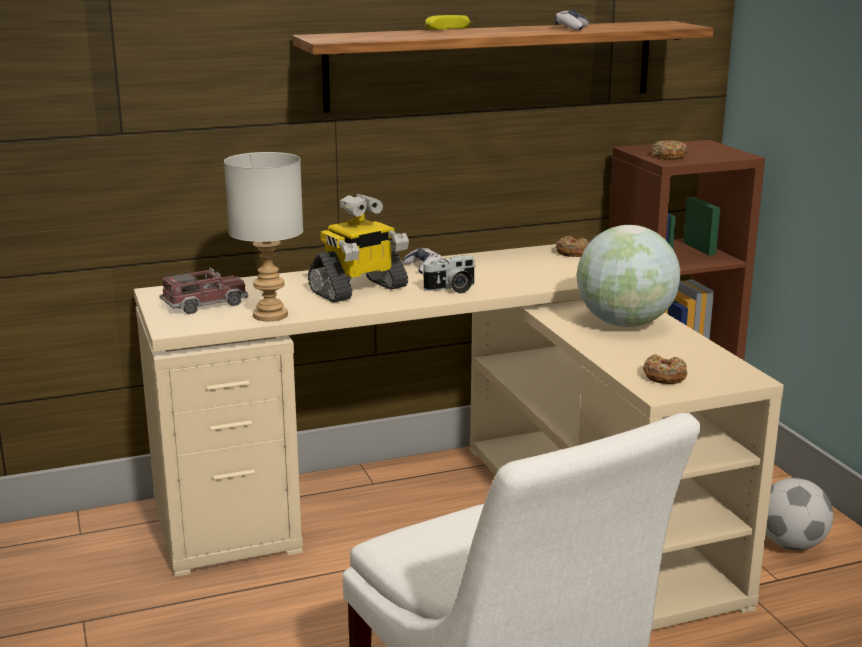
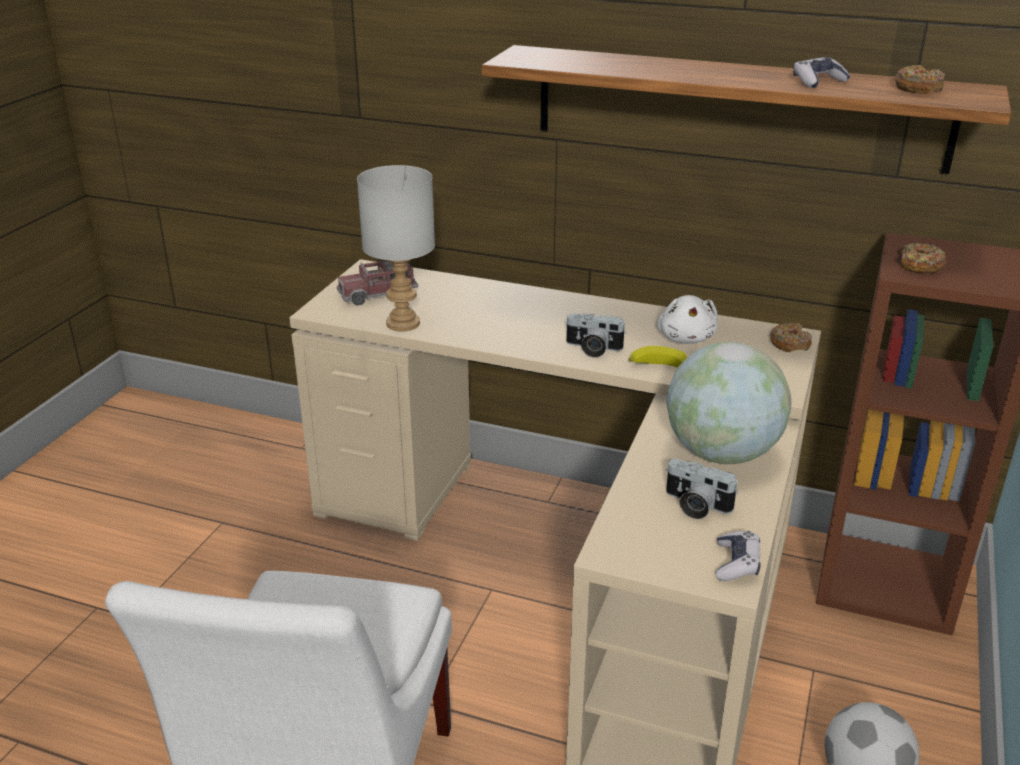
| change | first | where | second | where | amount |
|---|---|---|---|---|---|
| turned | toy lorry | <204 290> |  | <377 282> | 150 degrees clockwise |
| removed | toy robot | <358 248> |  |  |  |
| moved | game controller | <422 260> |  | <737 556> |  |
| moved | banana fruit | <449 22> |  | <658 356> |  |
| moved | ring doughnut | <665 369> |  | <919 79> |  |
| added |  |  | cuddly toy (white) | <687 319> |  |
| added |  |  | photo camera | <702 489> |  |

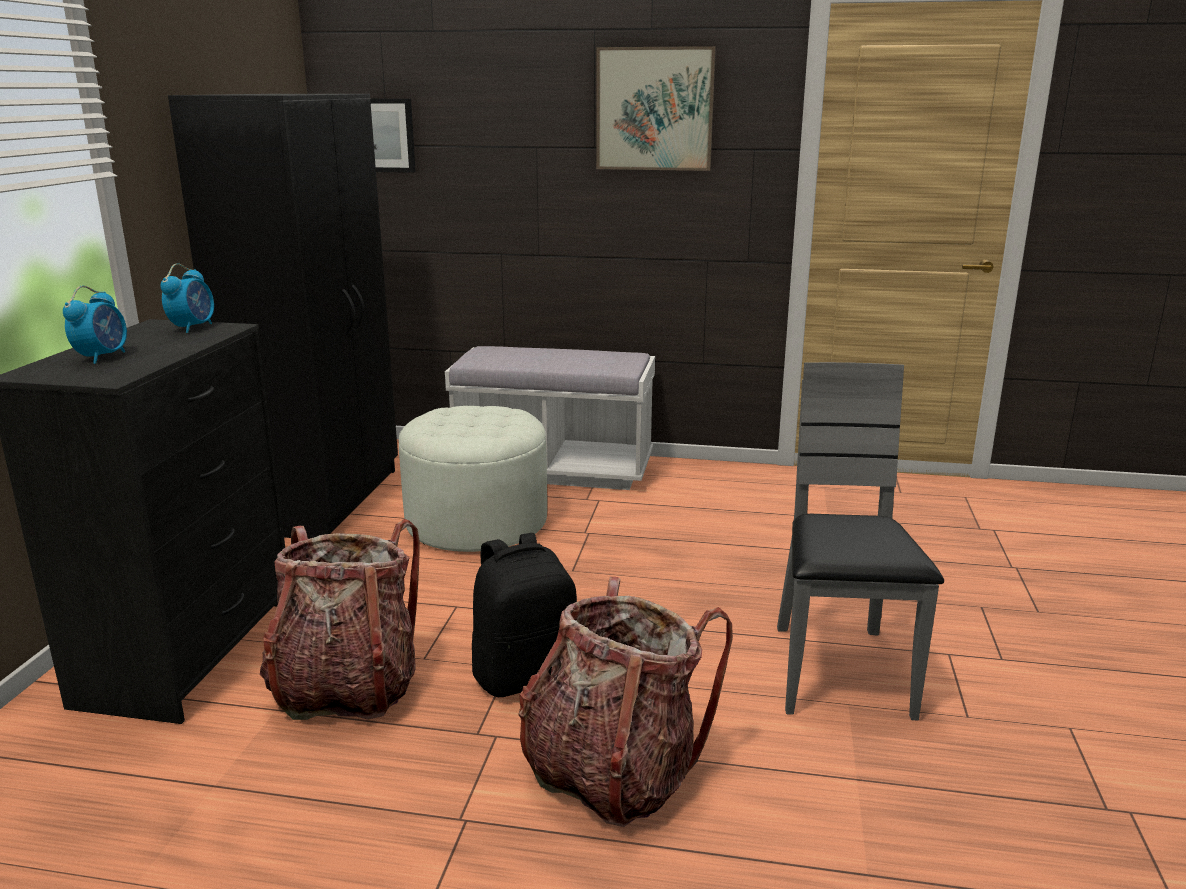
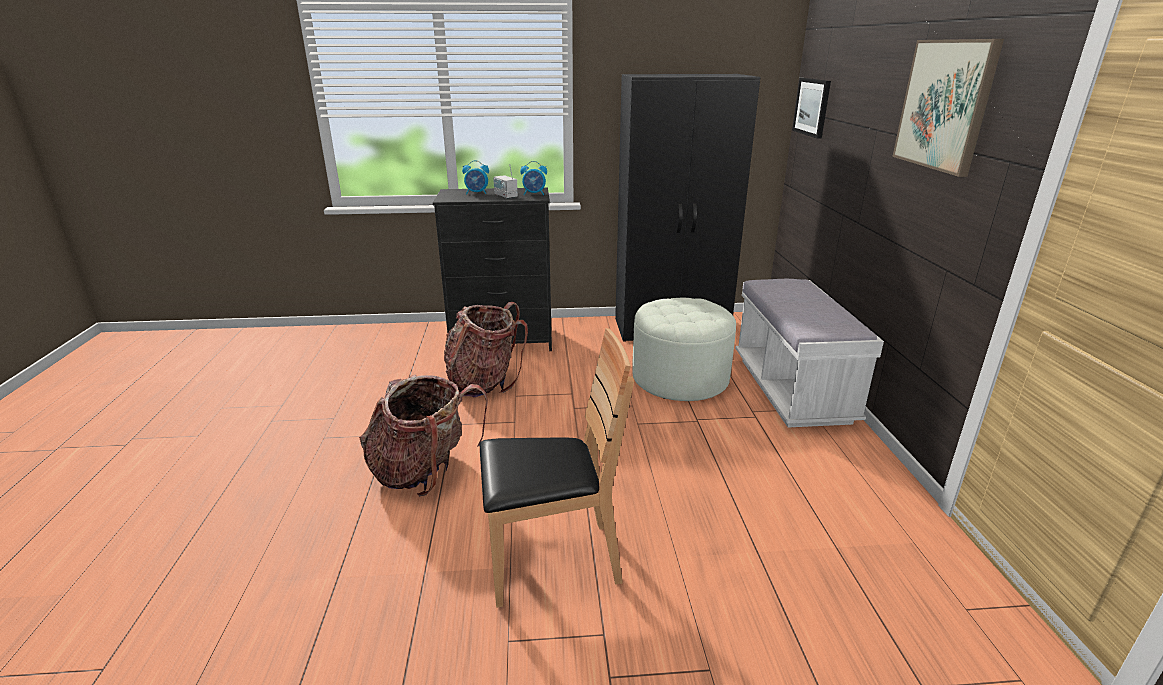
| change | first | where | second | where | amount |
|---|---|---|---|---|---|
| removed | rucksack (black-coloured) | <524 615> |  |  |  |
| recoloured | chair (grey) | <860 541> | chair (brown-coloured) | <557 467> |  |
| added |  |  | radio set | <505 181> |  |

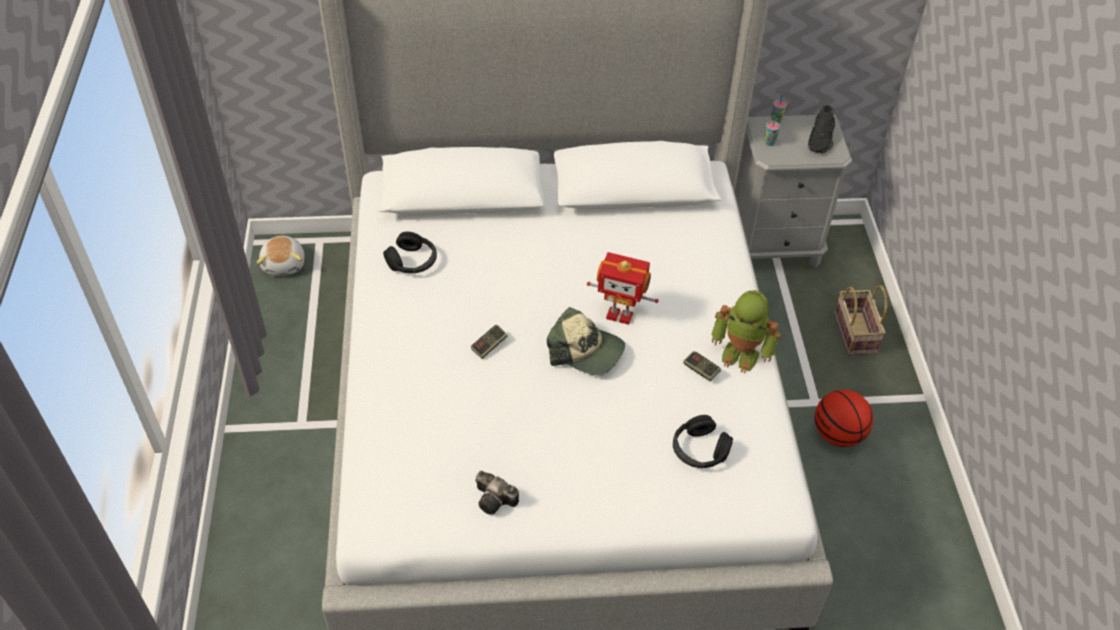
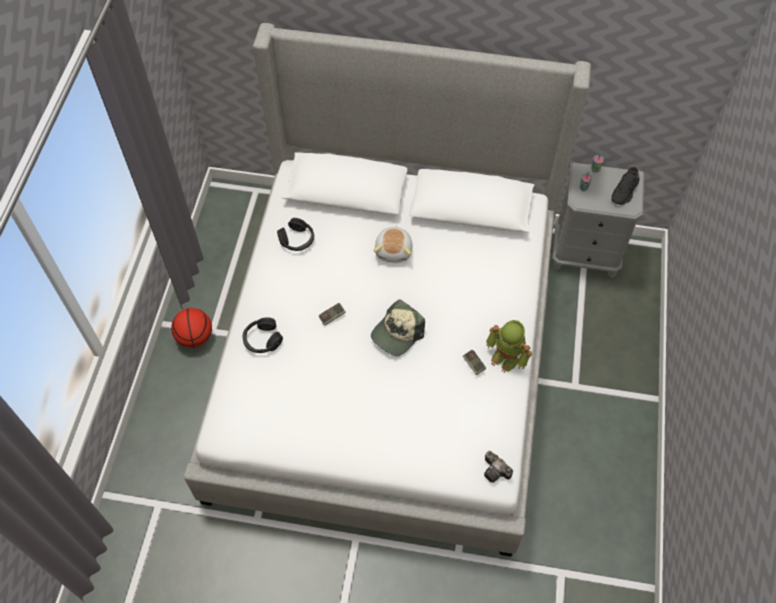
| change | first | where | second | where | amount |
|---|---|---|---|---|---|
| moved | cuddly toy | <281 256> |  | <392 244> |  |
| moved | photo camera | <497 493> |  | <498 467> |  |
| turned | baseball cap | <586 341> |  | <398 327> | 90 degrees clockwise |
| removed | toy robot | <623 288> |  |  |  |
| moved | headphones (black-coloured) | <703 441> |  | <262 335> |  |
| moved | basketball ball | <844 418> |  | <191 328> |  |
| removed | basket | <860 320> |  |  |  |

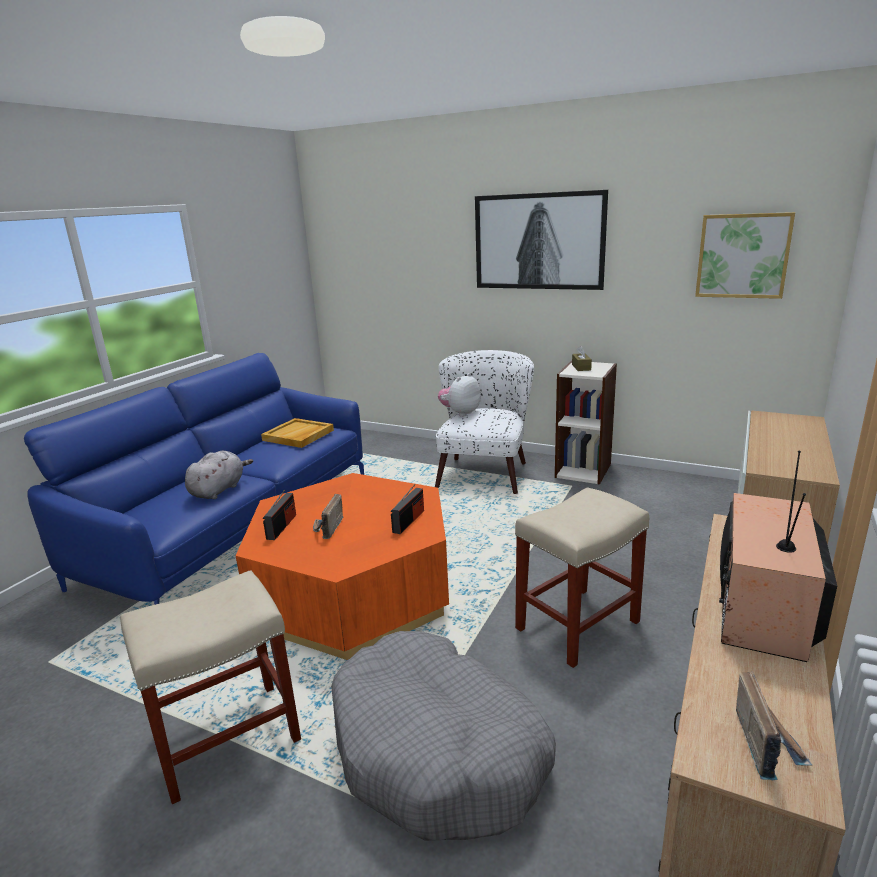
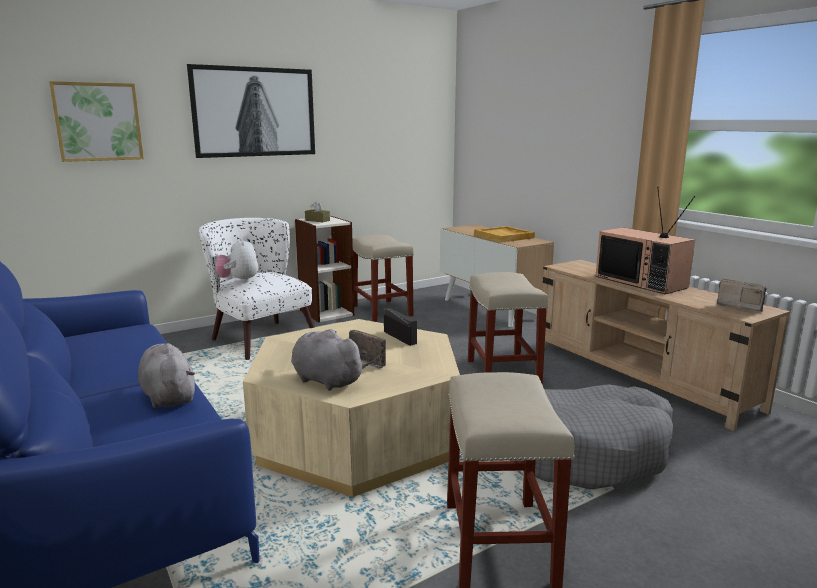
| change | first | where | second | where | amount |
|---|---|---|---|---|---|
| recoloured | low table (orangey) | <342 566> | low table (beige-coloured) | <351 408> |  |
| moved | tray (beige-coloured) | <297 433> |  | <504 234> |  |
| replaced | radio set | <279 515> | cuddly toy (grey) | <329 360> |  |
| moved | wall art | <745 255> |  | <96 121> |  |
| added |  |  | stool seat (beige-coloured) | <383 278> |  |

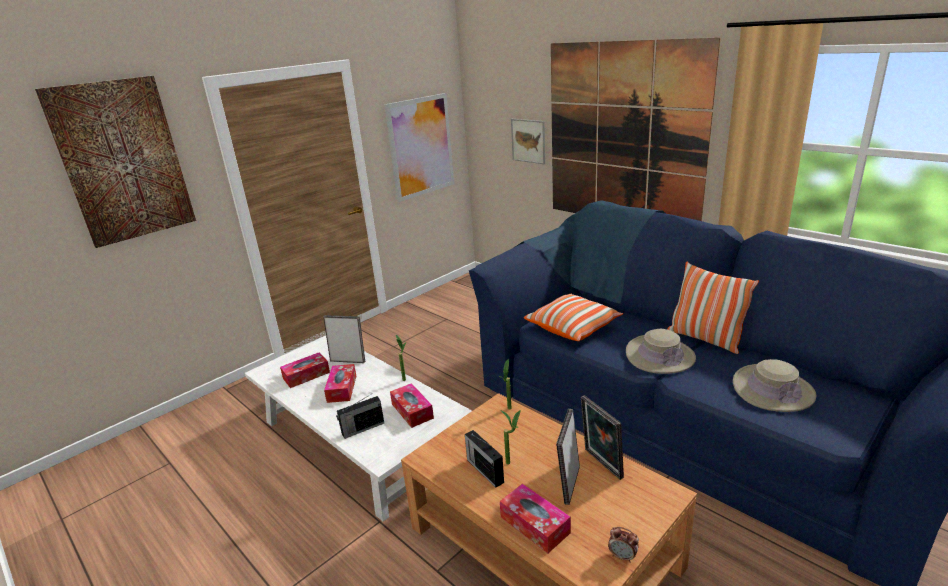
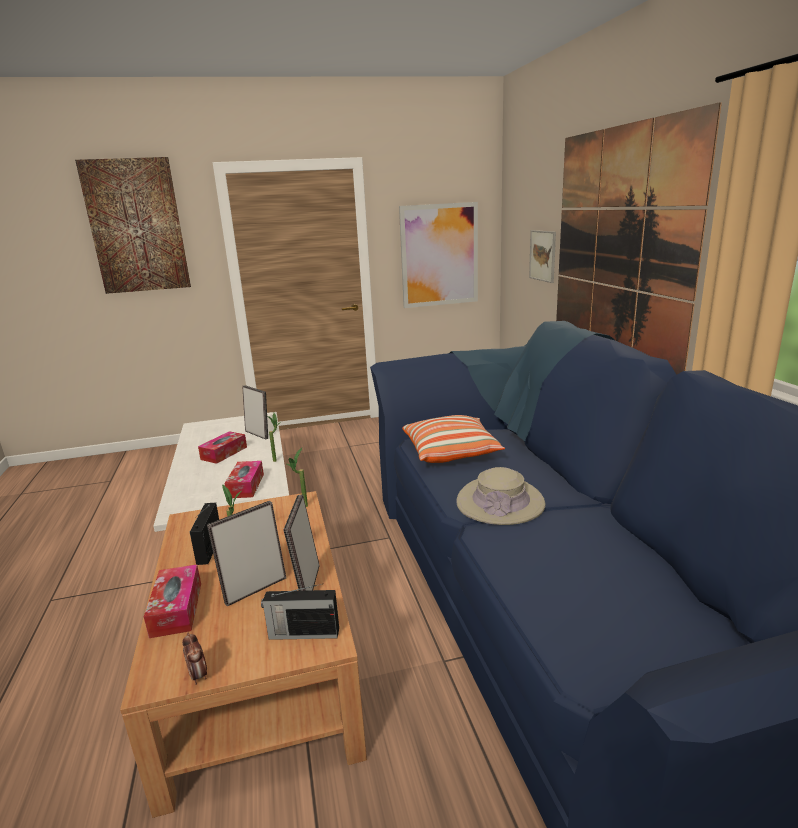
| change | first | where | second | where | amount |
|---|---|---|---|---|---|
| removed | tissue box | <305 370> |  |  |  |
| moved | radio set | <360 416> |  | <300 612> |  |
| removed | cushion | <713 308> |  |  |  |
| removed | hat (beige-coloured) | <774 385> |  |  |  |

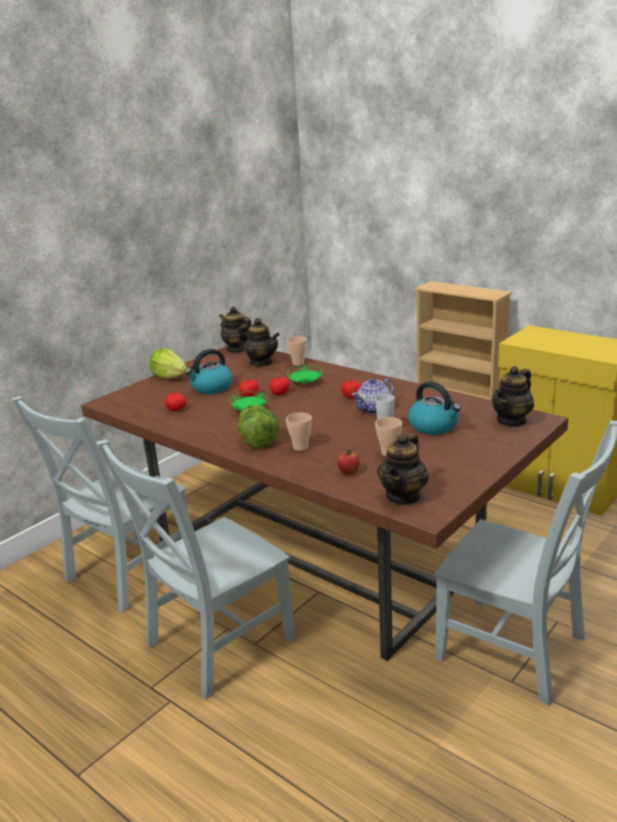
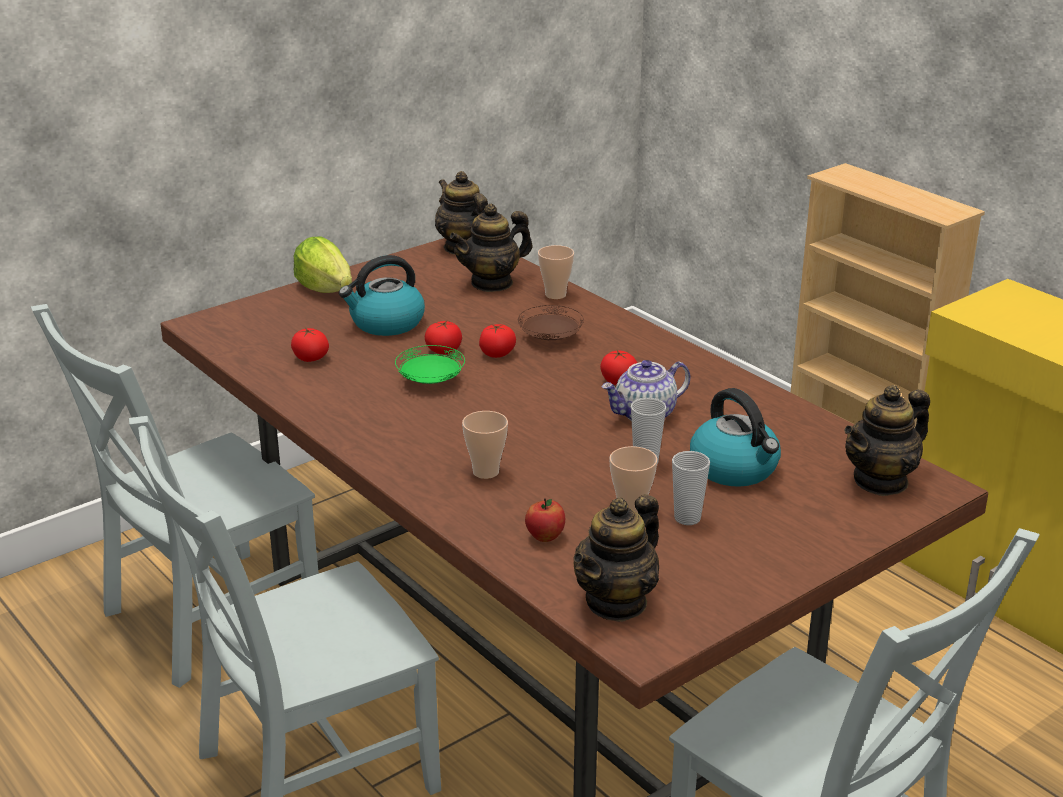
| change | first | where | second | where | amount |
|---|---|---|---|---|---|
| removed | lettuce | <258 427> |  |  |  |
| turned | pot for tea | <259 342> |  | <490 248> | 105 degrees clockwise |
| recoloured | flat dish (greenish) | <305 374> | flat dish (brown-coloured) | <551 322> |  |
| added |  |  | cup | <691 488> |  |

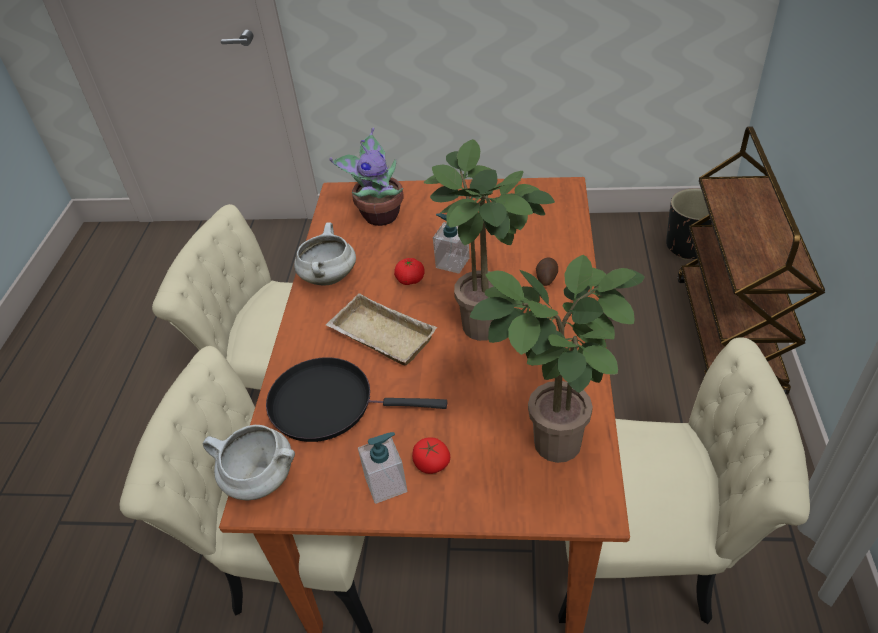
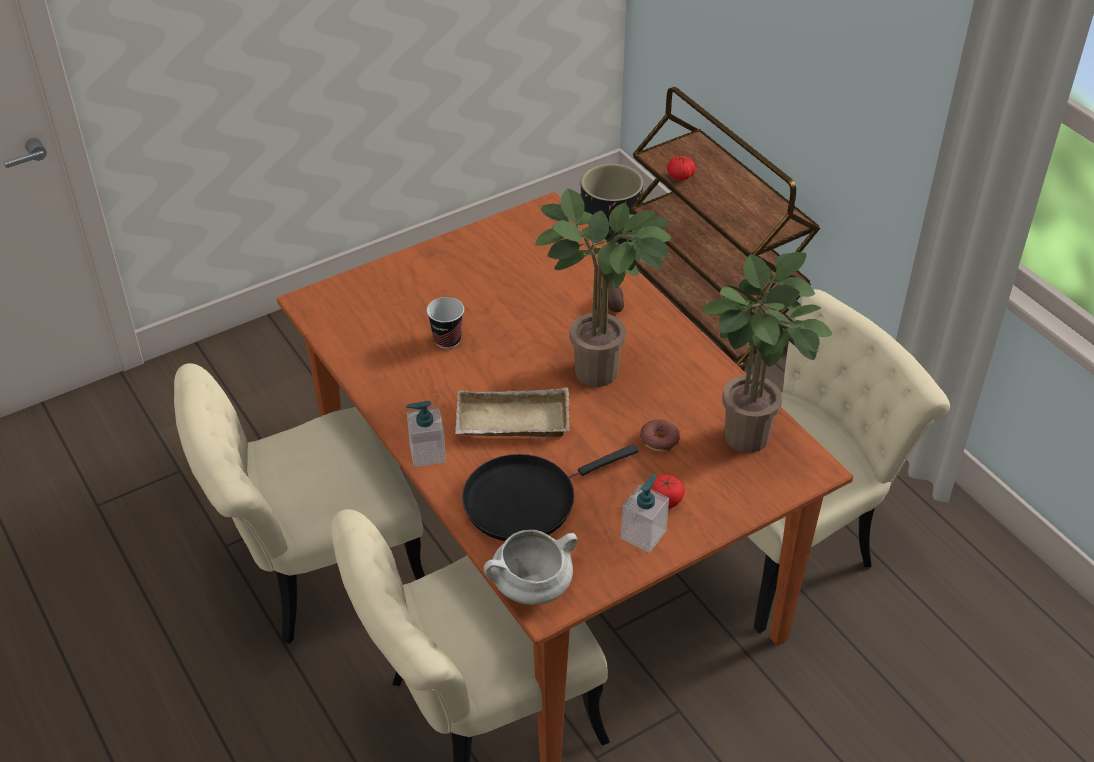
| change | first | where | second | where | amount |
|---|---|---|---|---|---|
| removed | saucepot (white) | <325 253> |  |  |  |
| removed | plant in a pot | <367 176> |  |  |  |
| moved | fresh tomato | <409 271> |  | <681 168> |  |
| moved | liquid soap bottle | <451 243> |  | <426 434> |  |
| added |  |  | cup | <445 323> |  |
| added |  |  | ring doughnut | <660 435> |  |

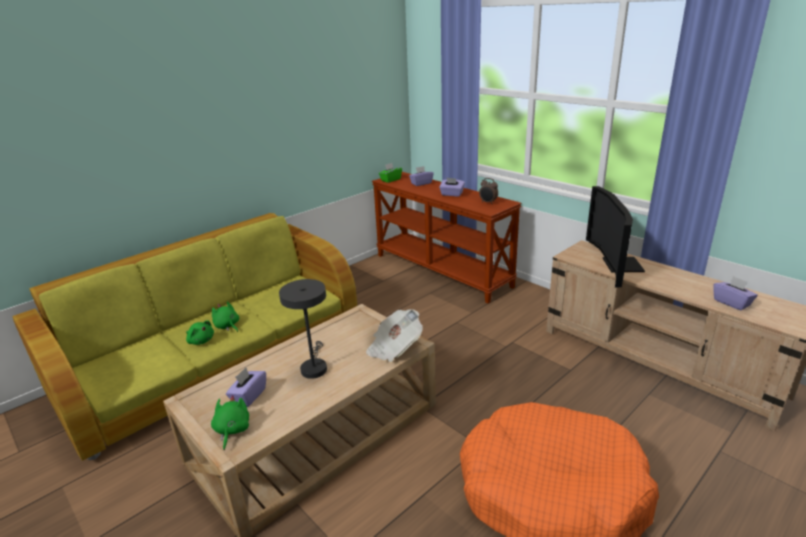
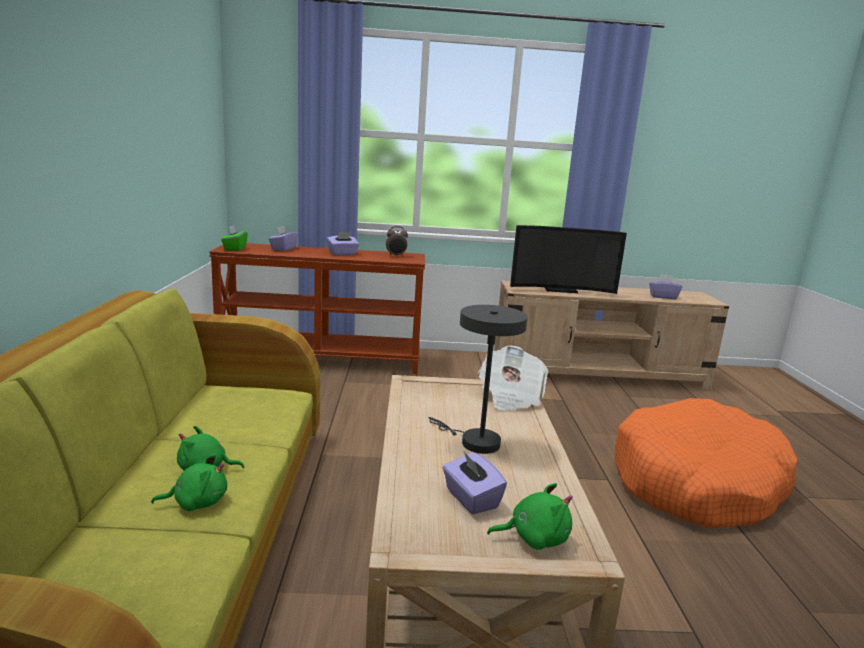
| change | first | where | second | where | amount |
|---|---|---|---|---|---|
| turned | cuddly toy (greenish) | <230 422> |  | <530 516> | 135 degrees clockwise |
| turned | TV set | <615 236> |  | <568 259> | 45 degrees counterclockwise |

